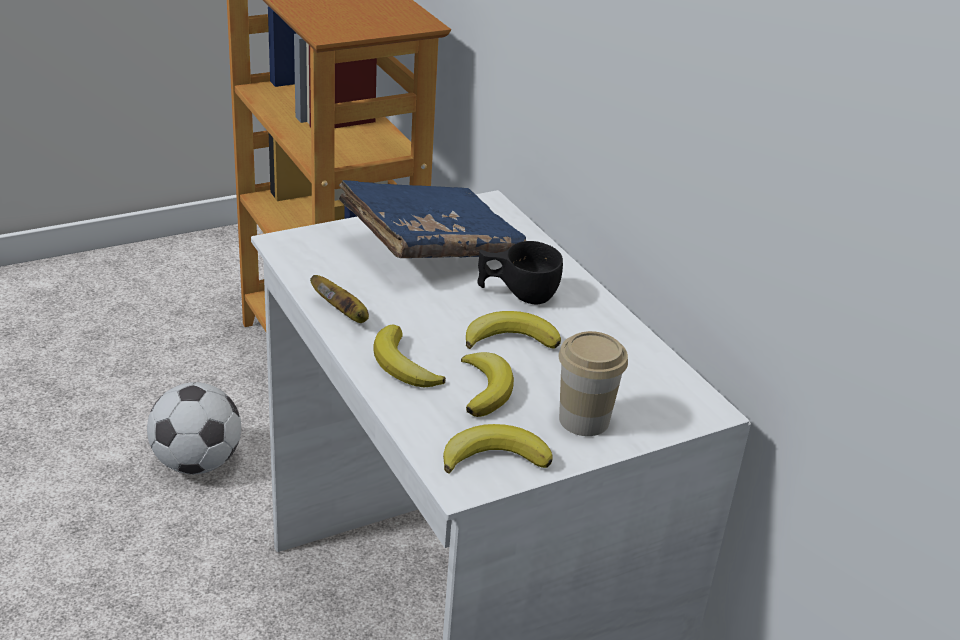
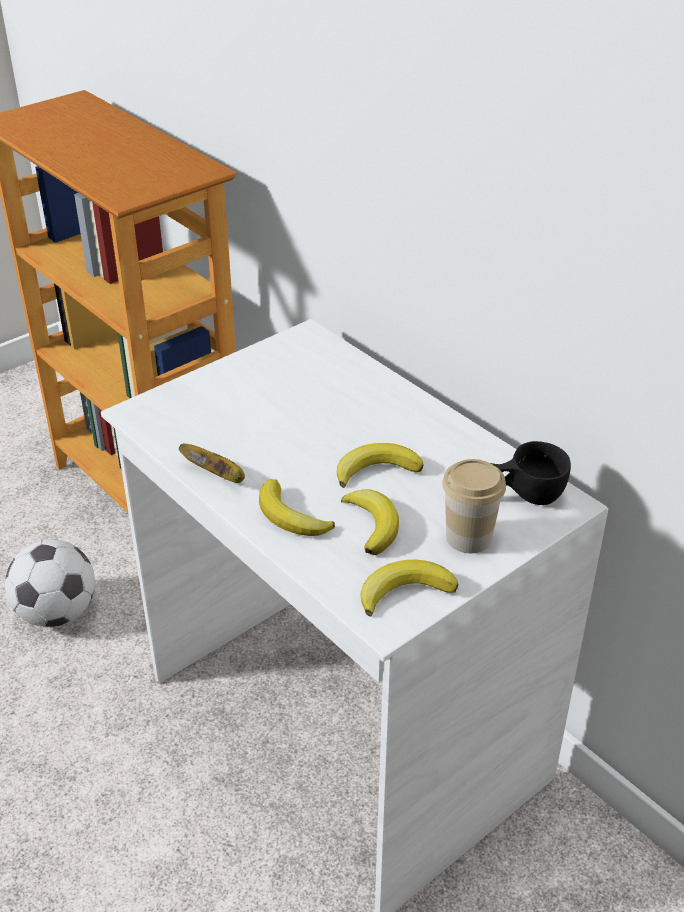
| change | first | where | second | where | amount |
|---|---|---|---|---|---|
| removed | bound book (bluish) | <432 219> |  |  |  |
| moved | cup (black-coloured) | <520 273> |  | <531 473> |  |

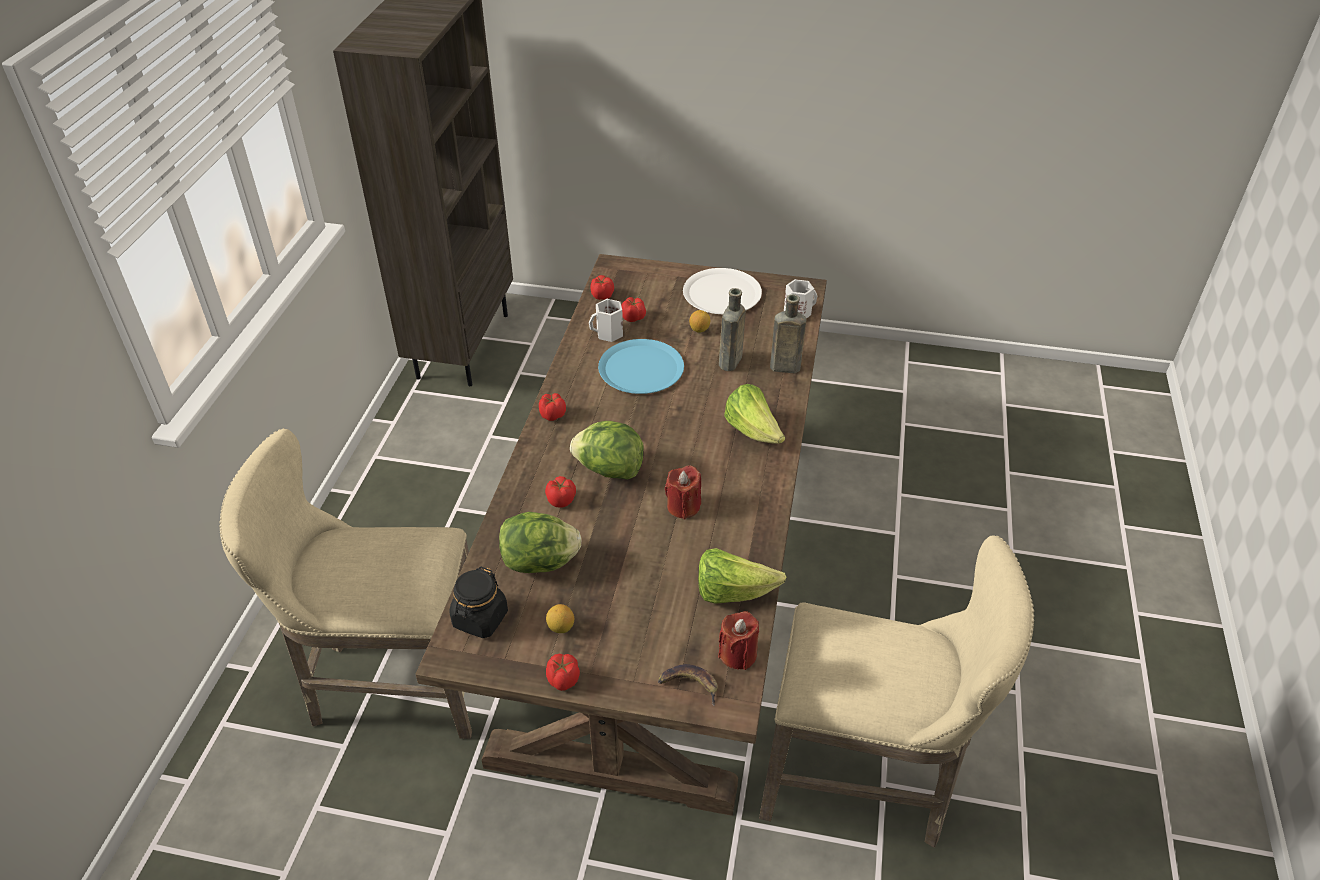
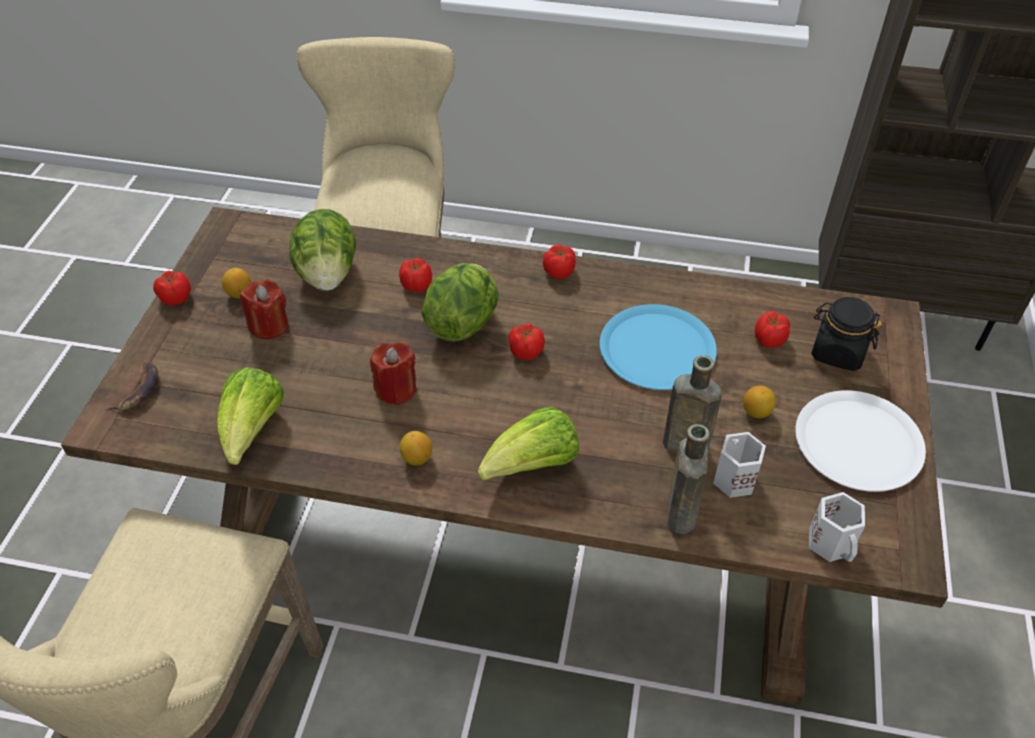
| change | first | where | second | where | amount |
|---|---|---|---|---|---|
| moved | storage jar (black-coloured) | <478 602> |  | <846 334> |  |
| moved | tea mug (white) | <606 320> |  | <739 465> |  |
| moved | fresh tomato | <602 287> |  | <526 341> |  |
| moved | wax candle (reddish) | <738 640> |  | <264 309> |  |
| added |  |  | whole lemon | <416 448> |  |

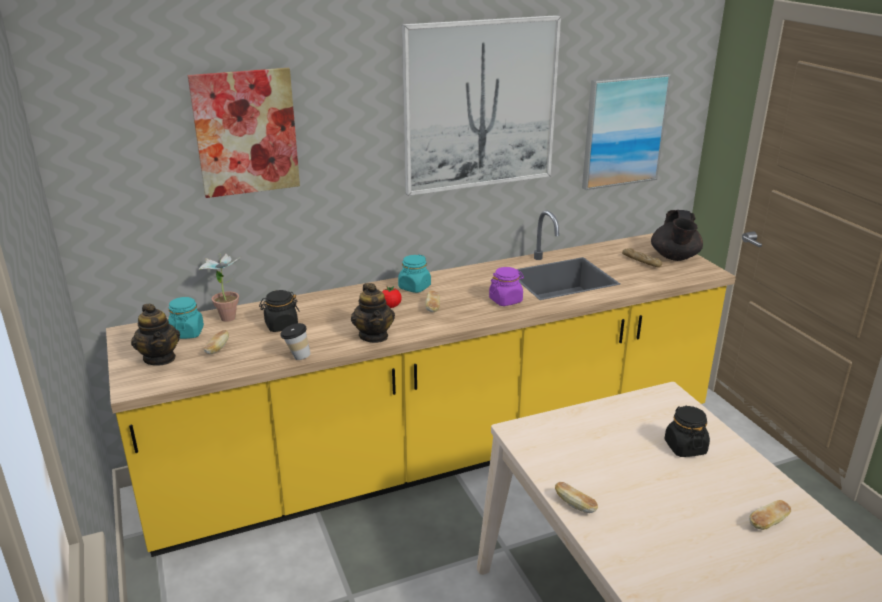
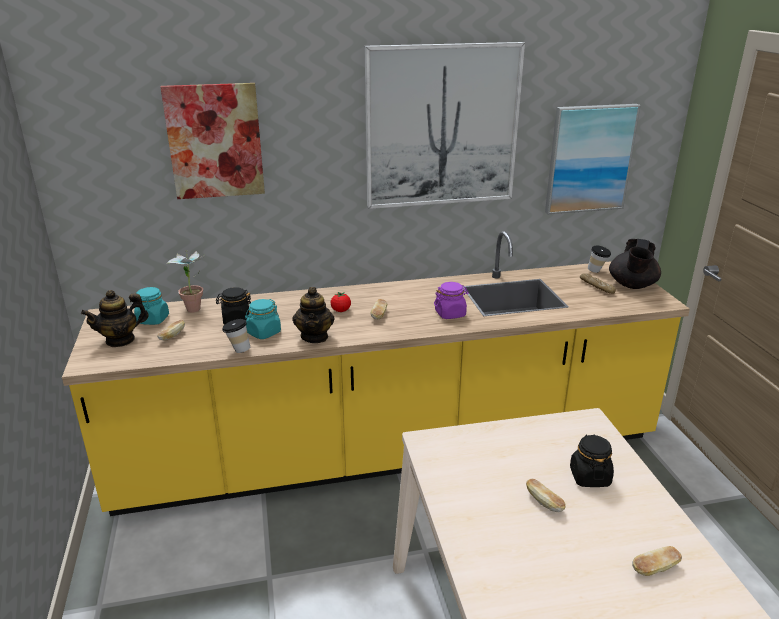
| change | first | where | second | where | amount |
|---|---|---|---|---|---|
| turned | pot for tea | <155 335> |  | <115 318> | 75 degrees clockwise |
| moved | storage jar (turquoise) | <414 274> |  | <263 319> |  |
| moved | bread | <576 497> |  | <545 495> |  |
| added |  |  | cup | <599 259> |  |

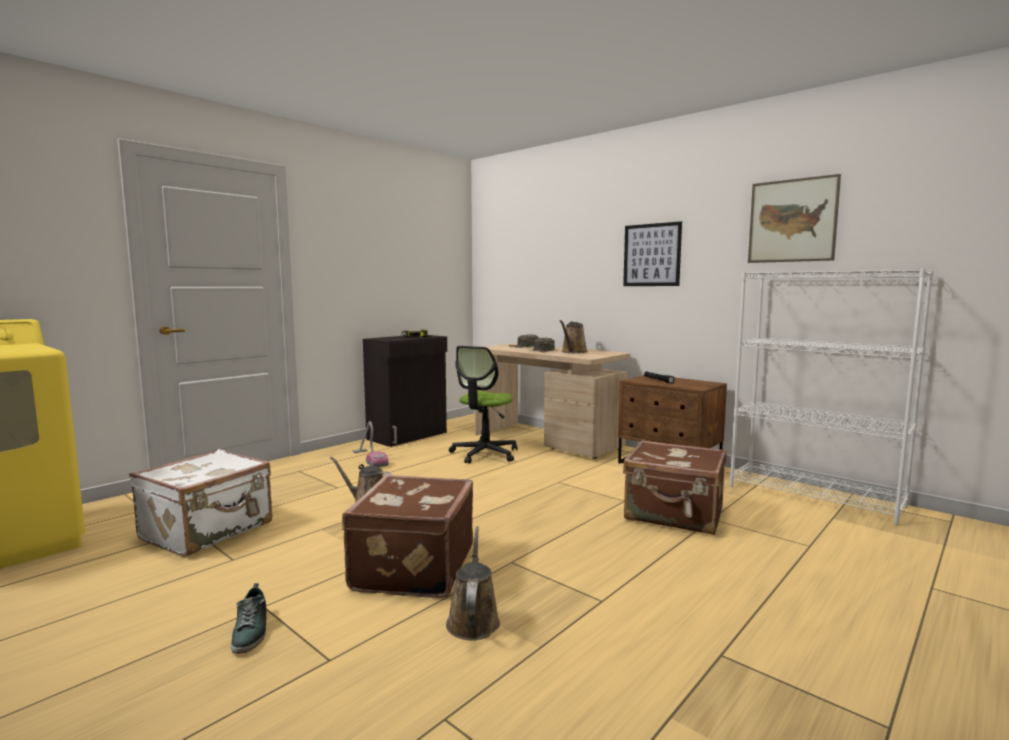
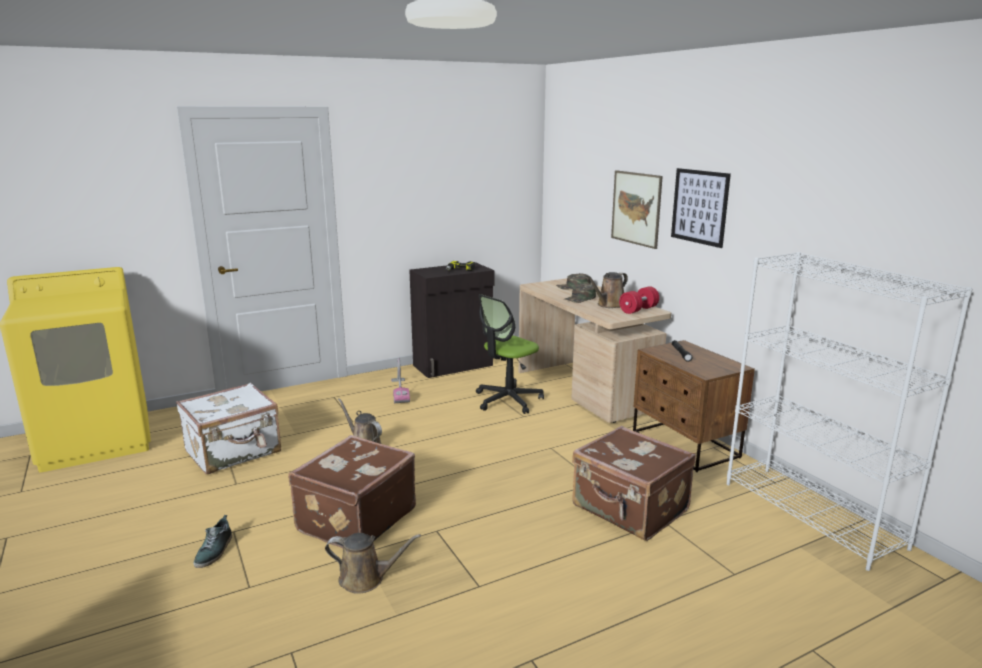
| change | first | where | second | where | amount |
|---|---|---|---|---|---|
| turned | sprinkling can (brown-coloured) | <473 583> |  | <373 563> | 75 degrees clockwise |
| moved | wall art | <794 218> |  | <637 209> |  |
| added |  |  | dumbbell (reddish) | <639 300> |  |

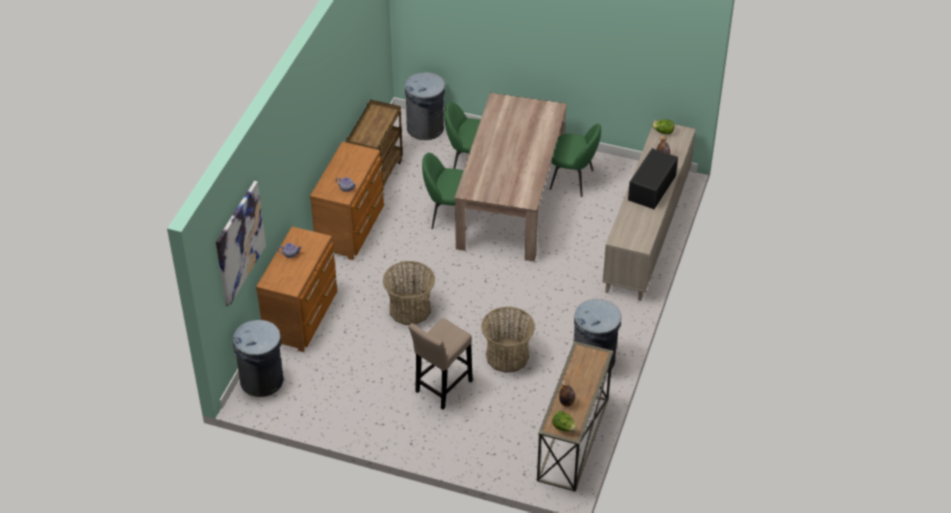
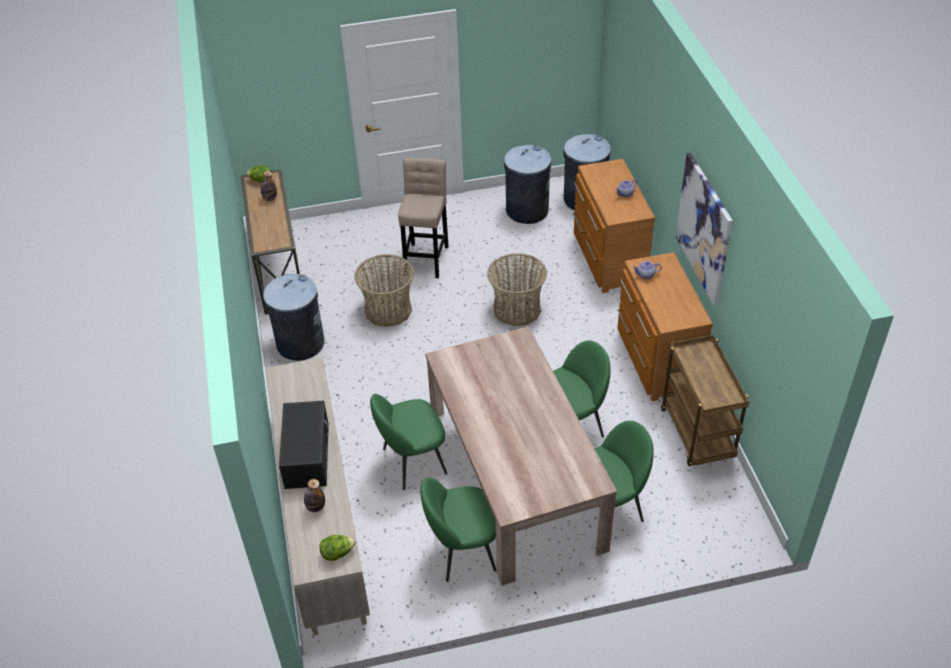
| change | first | where | second | where | amount |
|---|---|---|---|---|---|
| moved | wall art | <241 243> |  | <704 229> |  |
| moved | rubbish bin (grey) | <425 106> |  | <527 184> |  |
| added |  |  | chair (greenish) | <408 442> |  |

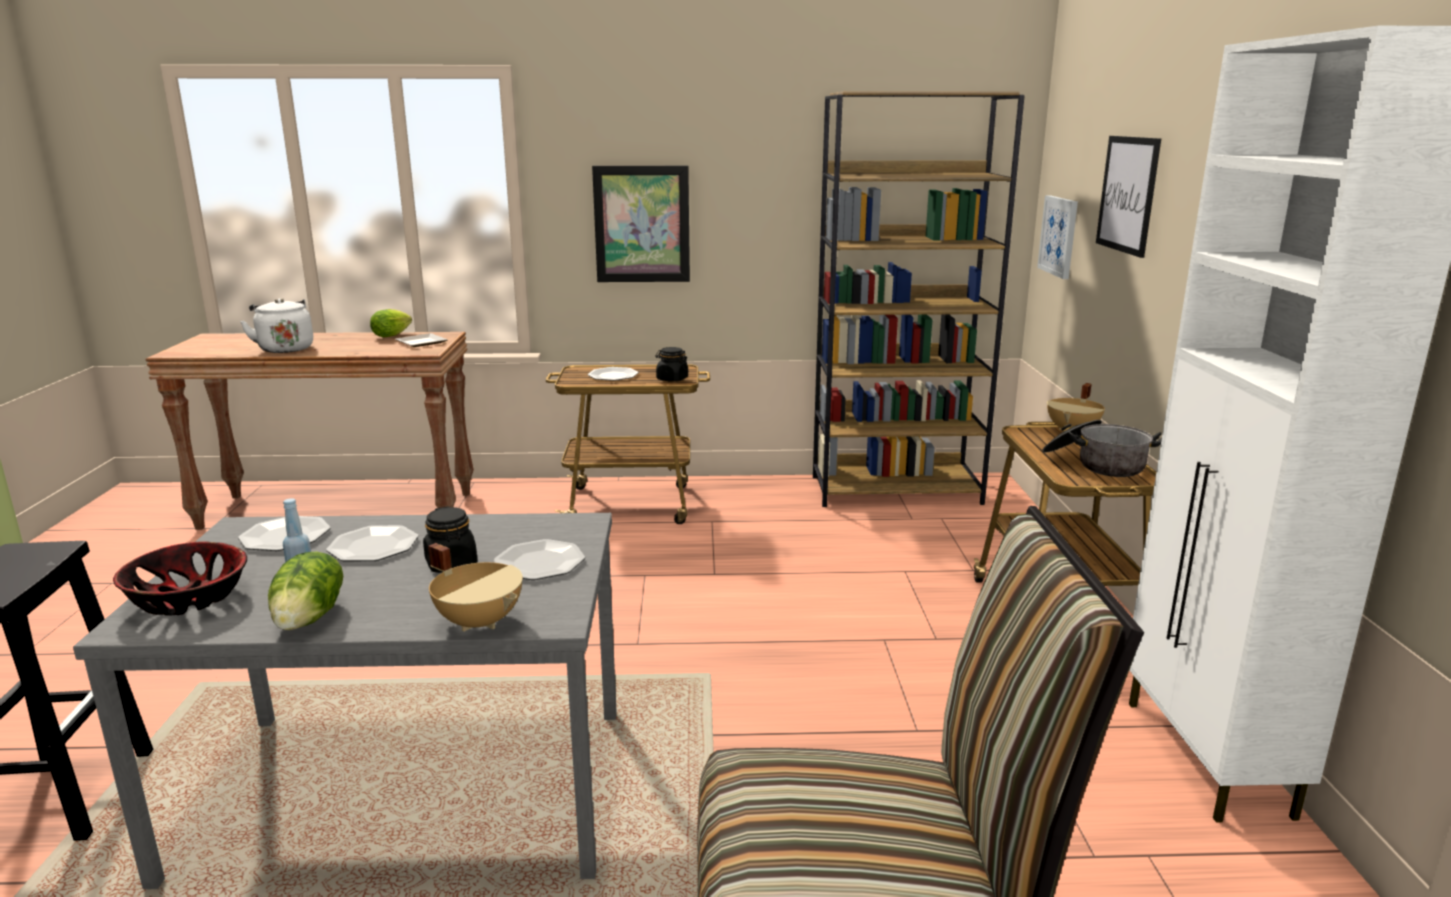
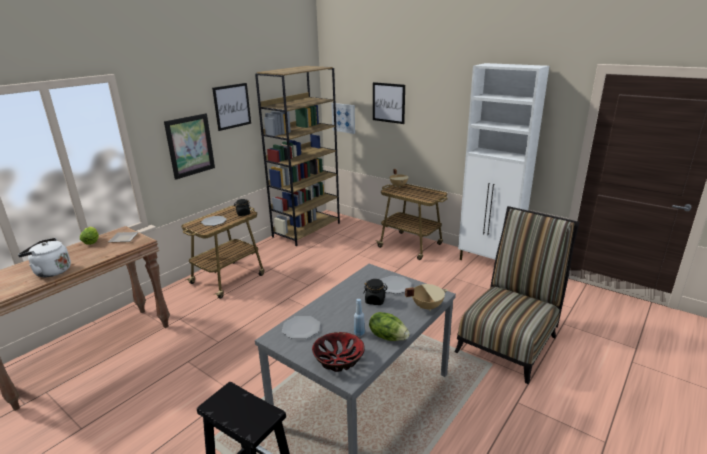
| change | first | where | second | where | amount |
|---|---|---|---|---|---|
| removed | flat dish | <372 543> |  |  |  |
| removed | saucepot | <1102 448> |  |  |  |
| added |  |  | wall art | <231 107> |  |

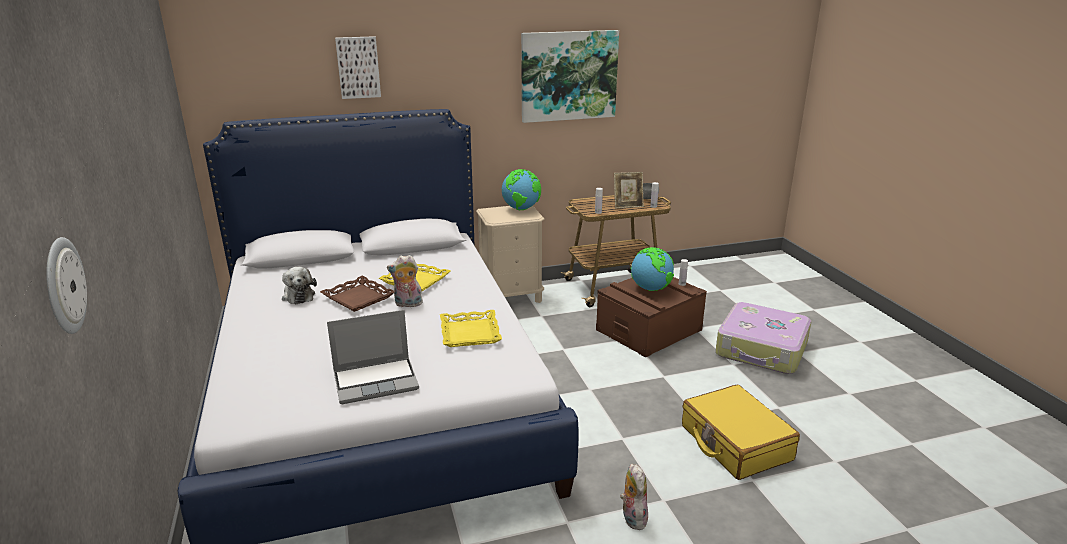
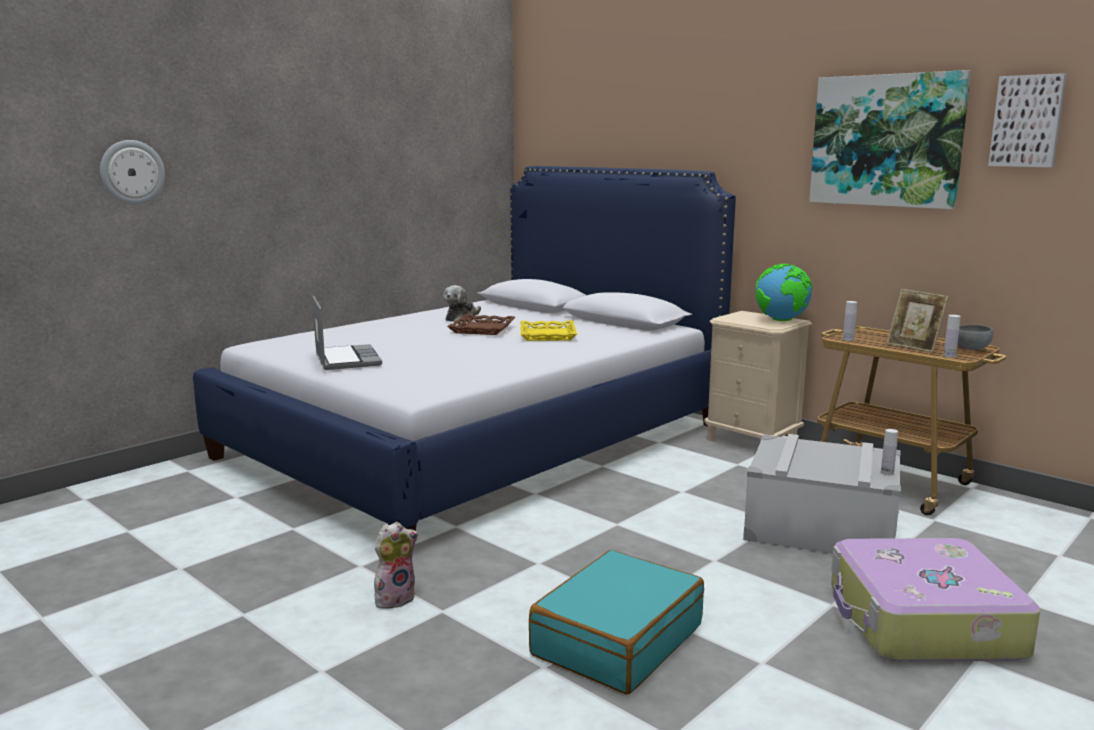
| change | first | where | second | where | amount |
|---|---|---|---|---|---|
| turned | notebook computer | <373 357> |  | <347 333> | 150 degrees counterclockwise |
| moved | wall art | <358 67> |  | <1027 120> |  |
| removed | cuddly toy | <405 281> |  |  |  |
| removed | tray (yellow-coloured) | <471 328> |  |  |  |
| recoloured | storage bin (brown-coloured) | <651 317> | storage bin (grey) | <822 494> |  |
| removed | desk globe | <652 269> |  |  |  |
| recoloured | piece of luggage (yellow-coloured) | <741 432> | piece of luggage (turquoise) | <616 622> |  |

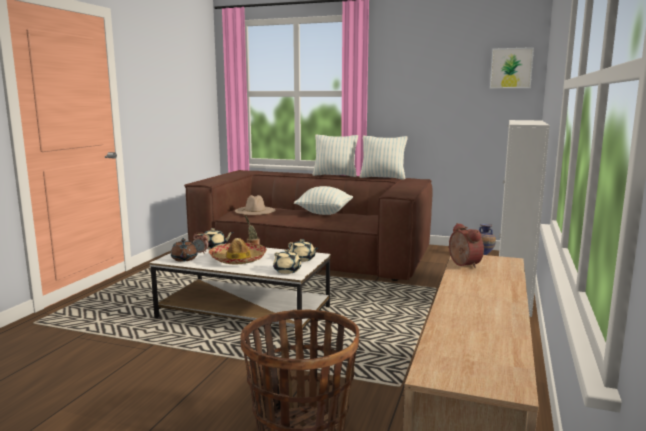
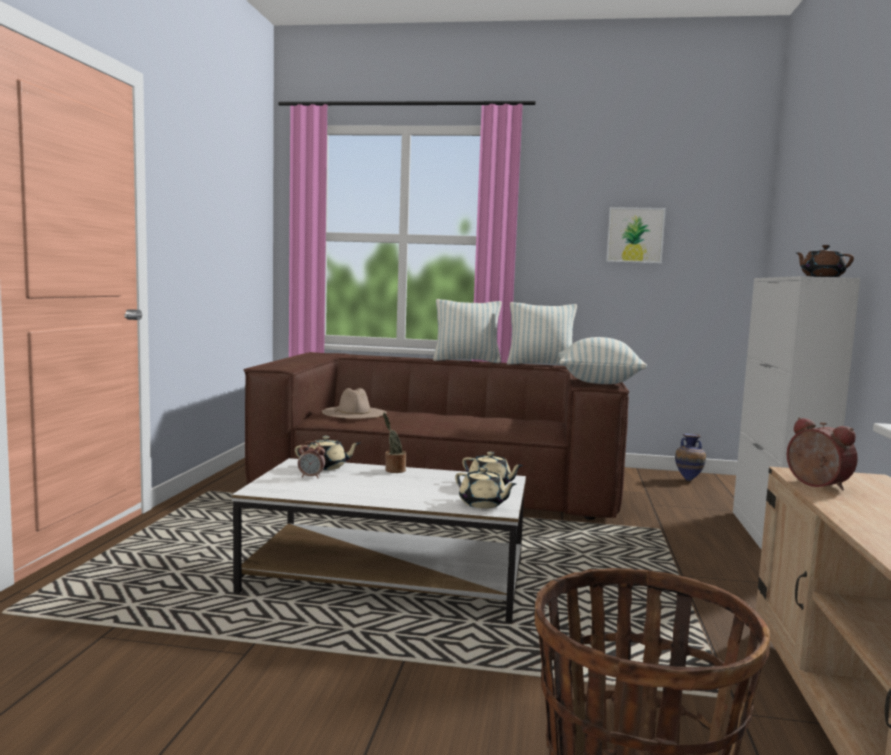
| change | first | where | second | where | amount |
|---|---|---|---|---|---|
| moved | pot for tea (brown-coloured) | <184 250> |  | <825 261> |  |
| removed | hat | <238 251> |  |  |  |
| moved | cushion | <323 200> |  | <603 360> |  |
| moved | wall art | <512 67> |  | <636 235> |  |

